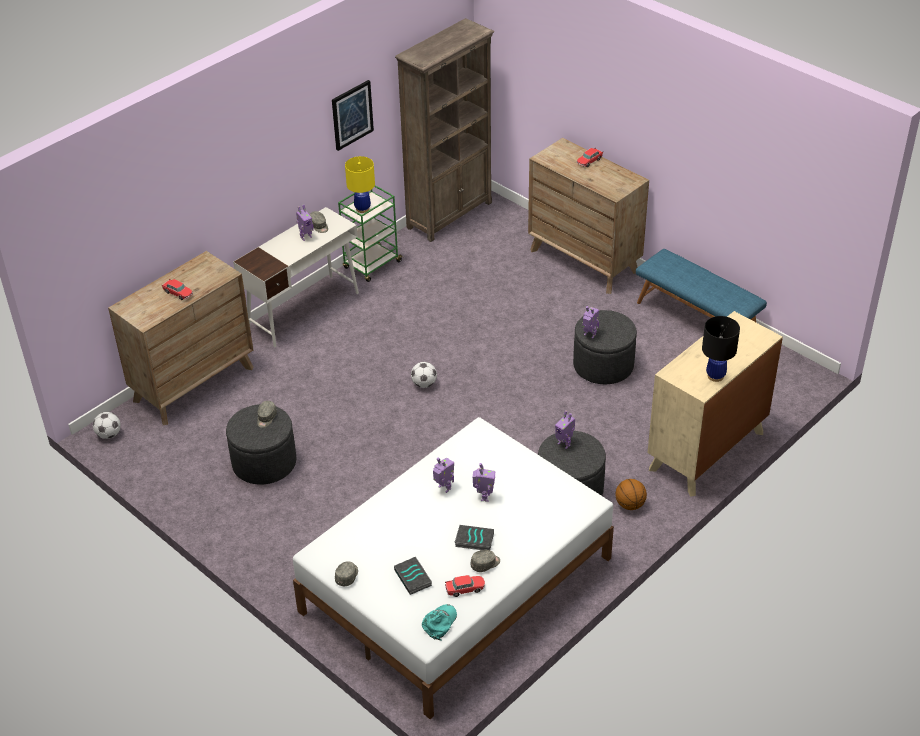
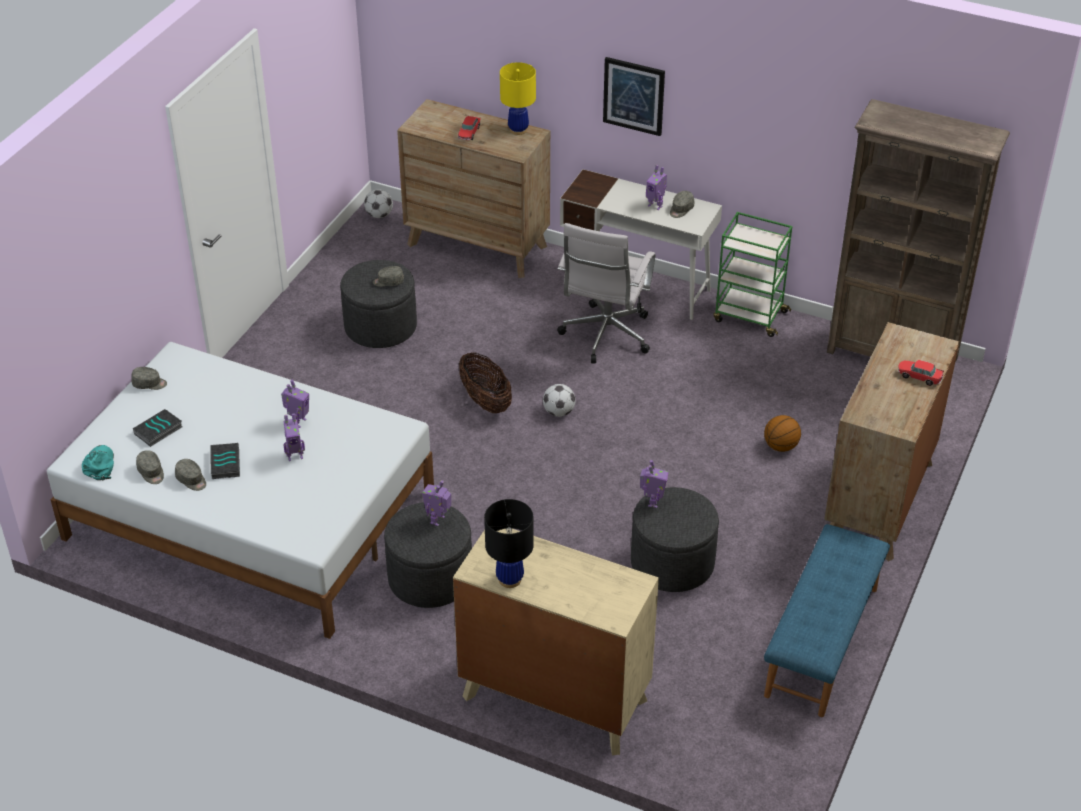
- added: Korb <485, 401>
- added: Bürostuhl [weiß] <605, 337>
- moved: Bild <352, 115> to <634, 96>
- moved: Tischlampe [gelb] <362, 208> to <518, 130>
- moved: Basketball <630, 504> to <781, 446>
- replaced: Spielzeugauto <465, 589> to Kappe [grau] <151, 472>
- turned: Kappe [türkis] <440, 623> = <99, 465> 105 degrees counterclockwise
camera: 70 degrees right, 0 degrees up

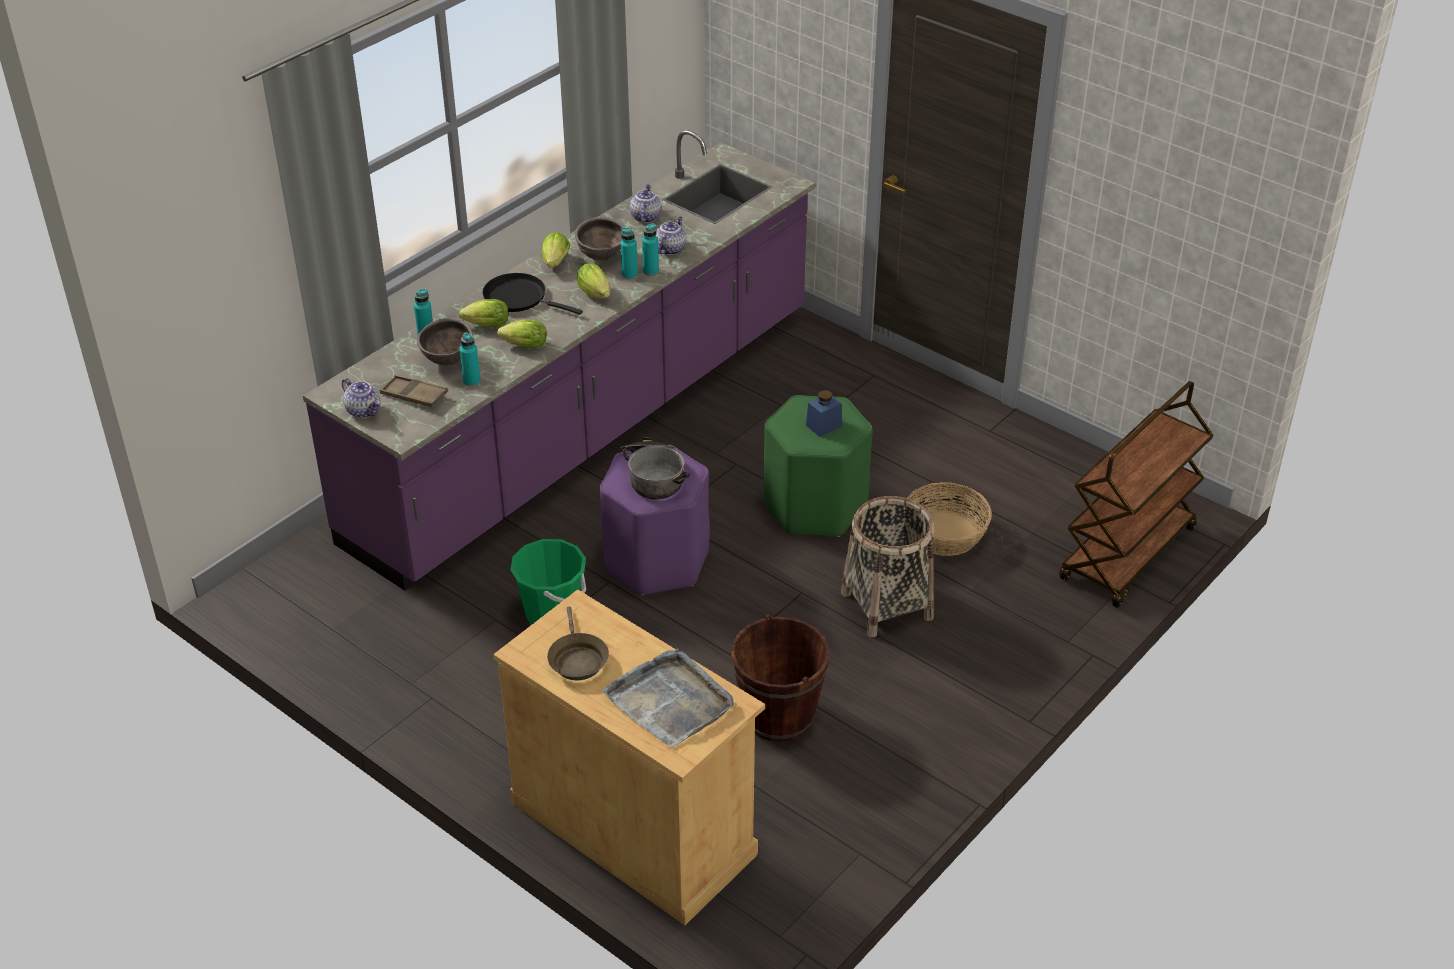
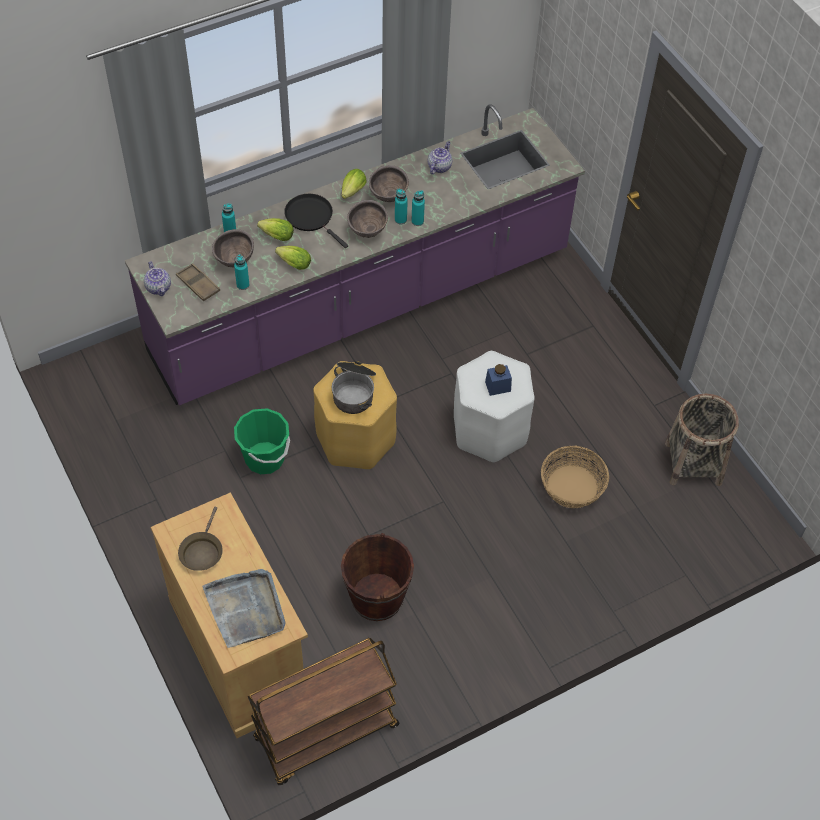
- removed: Teekanne <670, 248>
- moved: Korb <886, 605> to <693, 463>
- moved: Rollwagen [braun] <1128, 555> to <326, 734>
- replaced: Salatkopf <596, 295> to Schüssel [braun] <367, 232>
- recoloured: Hocker [lila] <656, 560> to Hocker [gelb] <355, 438>
- recoloured: Hocker [grün] <814, 506> to Hocker [weiß] <489, 430>
camera: 20 degrees right, 15 degrees up

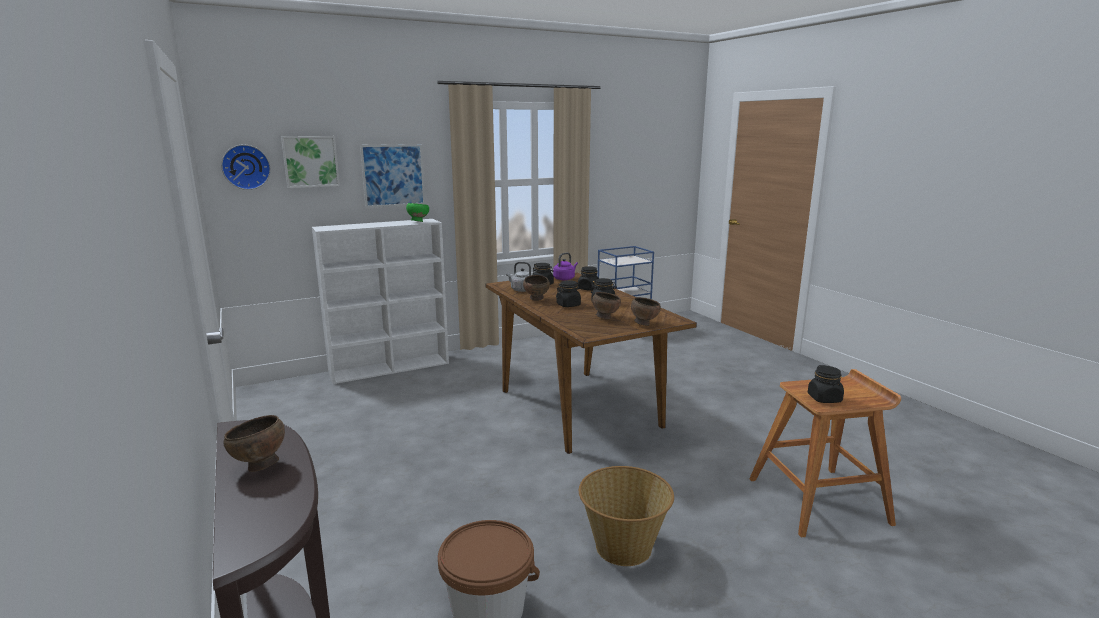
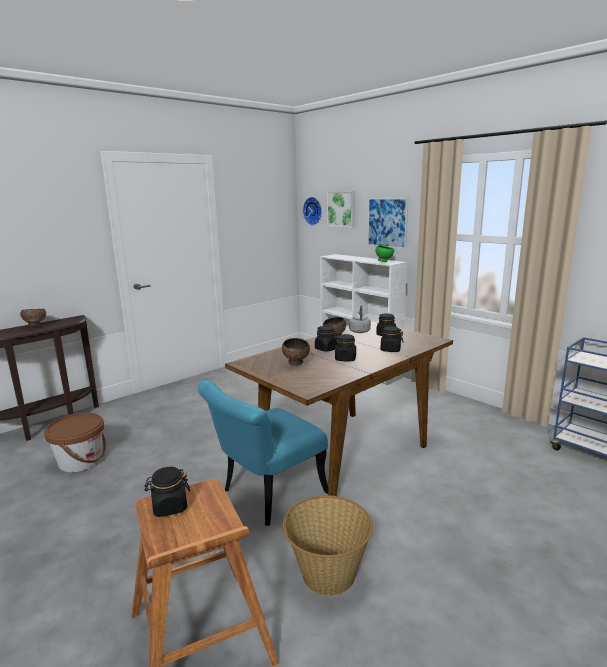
- removed: Wasserkessel [lila] <565, 279>
- removed: Schüssel [braun] <644, 324>
- added: Stuhl [türkis] <266, 496>
- moved: Korb <623, 548> to <327, 574>
camera: 75 degrees right, 0 degrees up

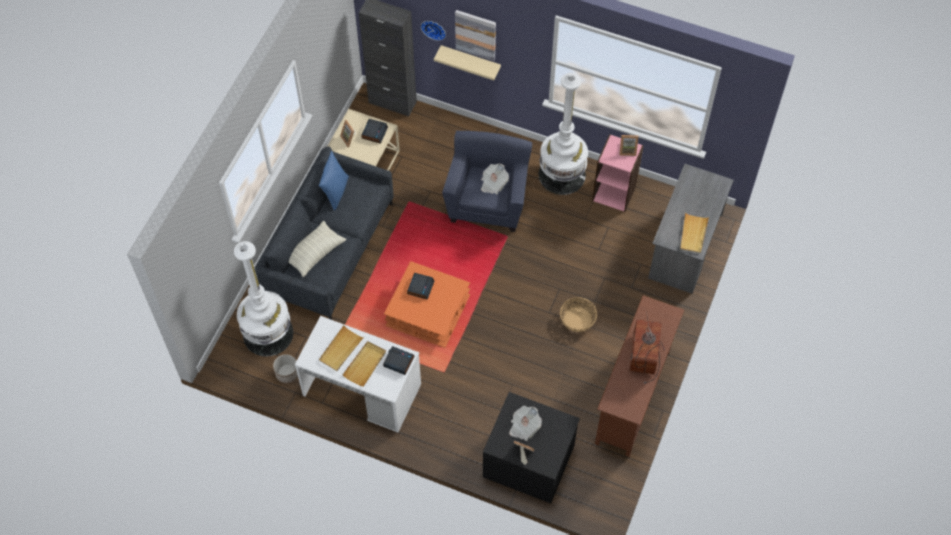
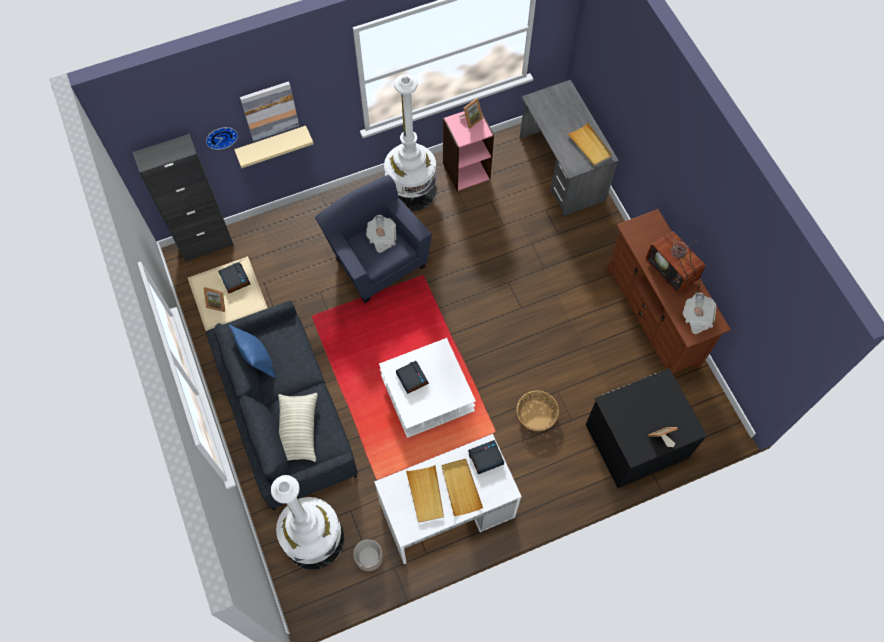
- moved: Zeitung <524, 427> to <697, 318>
- moved: Korb <577, 320> to <536, 415>
- recoloured: Couchtisch [orange] <428, 310> to Couchtisch [weiß] <427, 393>
camera: 45 degrees left, 5 degrees up

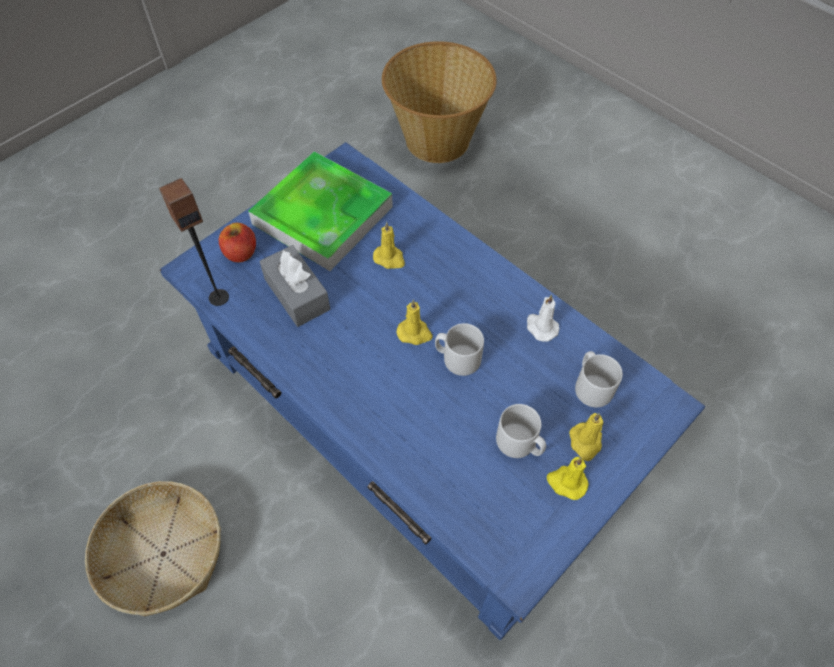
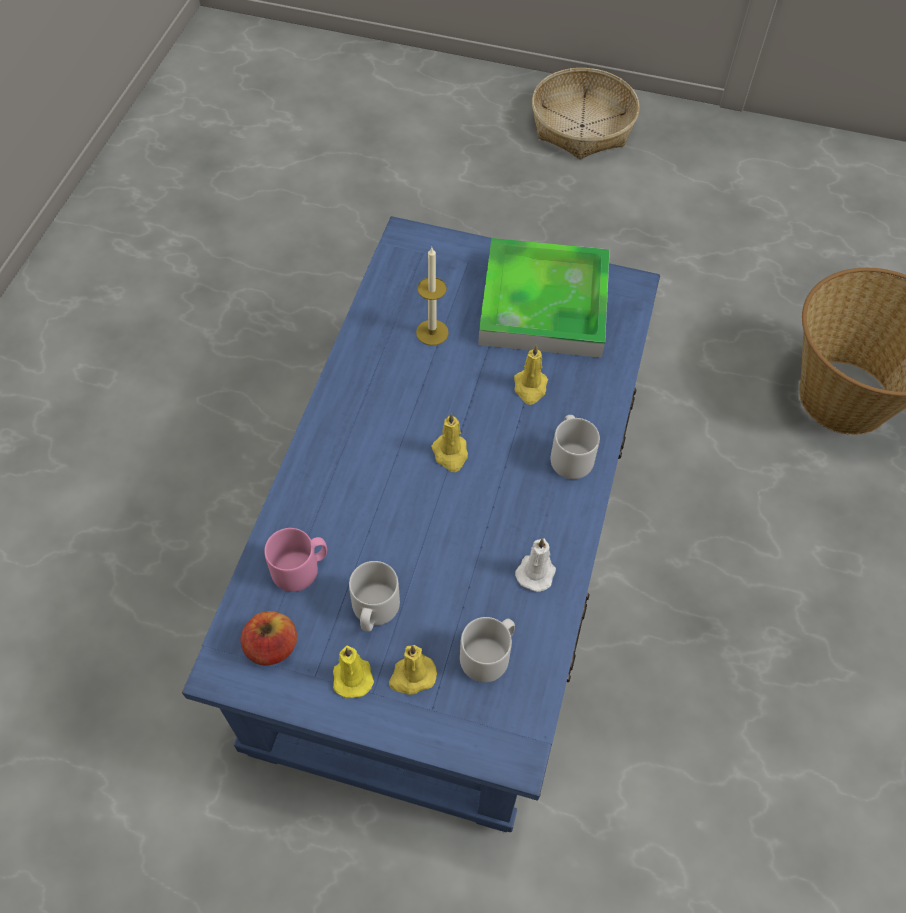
- removed: Lautsprecher <218, 297>
- added: Henkelbecher [rosa] <301, 569>
- moved: Korb <162, 554> to <581, 126>
- moved: Apfel <240, 253> to <272, 647>
- moved: Henkelbecher [grau] <457, 358> to <570, 456>
- replaced: Taschentuchbox [grau] <297, 294> to Kerze <432, 332>
camera: 60 degrees right, 0 degrees up

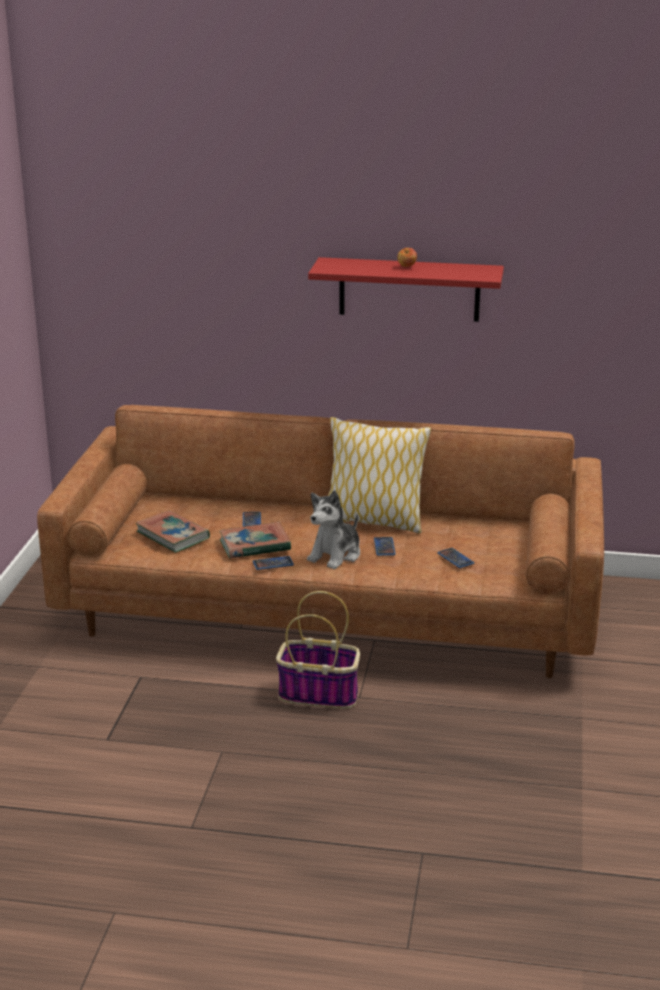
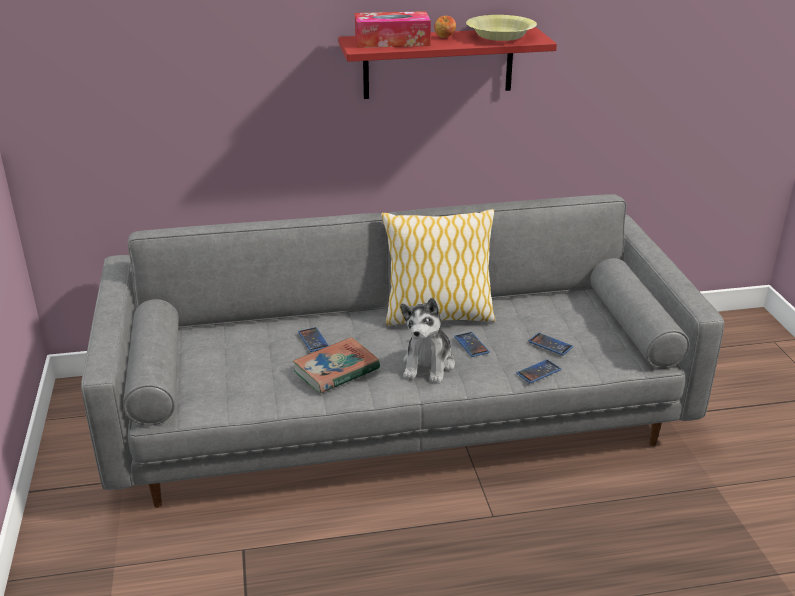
- removed: Buch <172, 535>
- removed: Korb <320, 694>
- added: Taschentuchbox <392, 41>
- added: Schüssel [gelb] <500, 36>
- moved: Handy <273, 563> to <538, 372>
- recoloured: Sofa [braun] <330, 608> to Sofa [grau] <397, 412>
camera: 20 degrees left, 5 degrees up

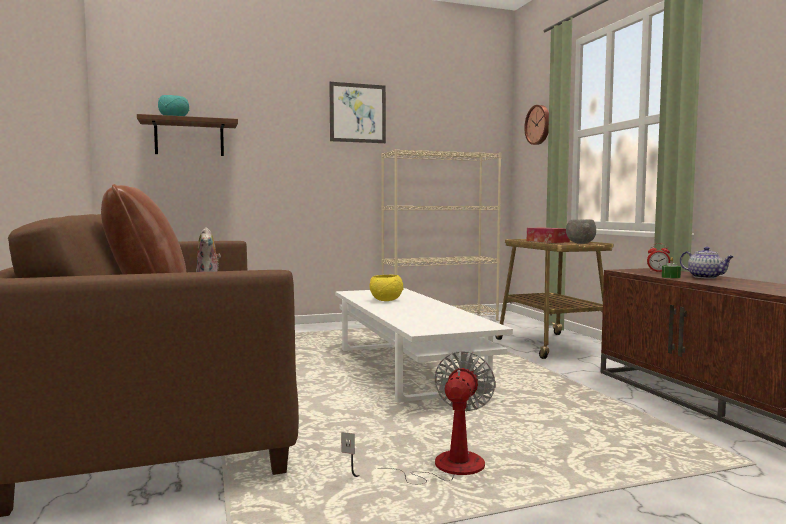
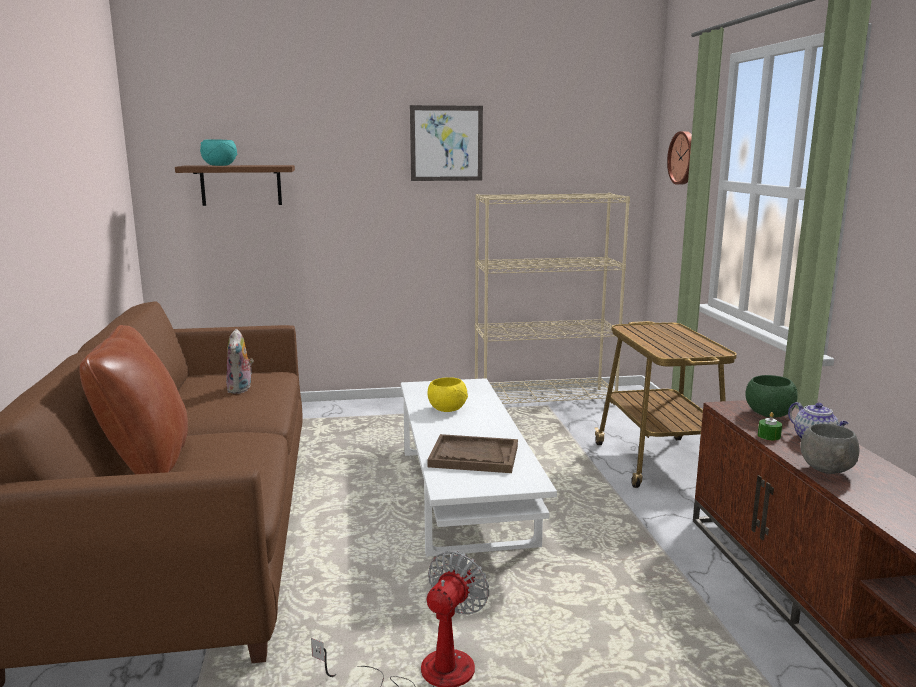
- removed: Taschentuchbox <547, 241>
- added: Tablett [braun] <473, 456>
- moved: Schüssel [grau] <580, 243> to <826, 471>
- replaced: Wecker <658, 271> to Schüssel [grün] <769, 413>
camera: 10 degrees right, 10 degrees up

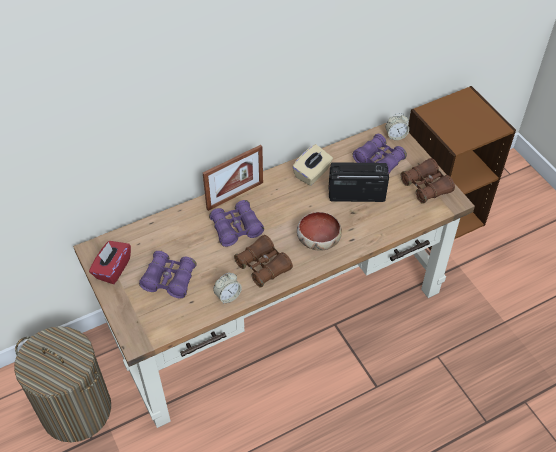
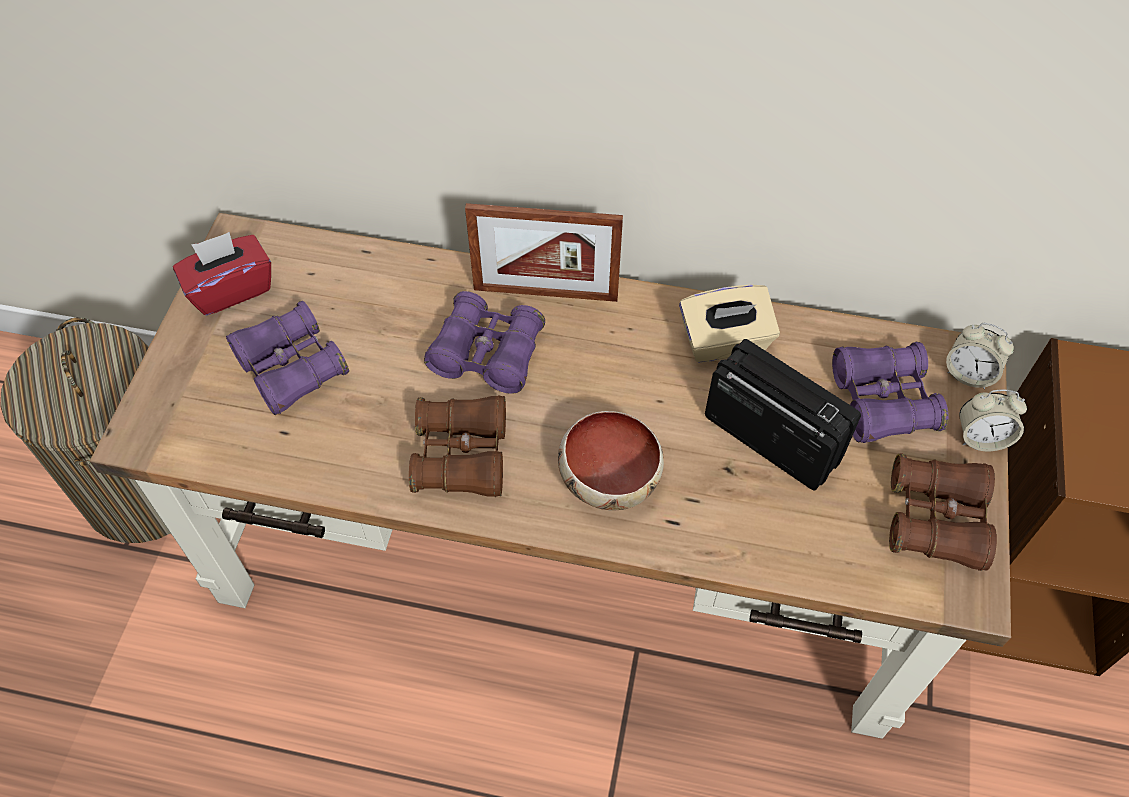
- moved: Wecker <228, 296> to <981, 437>
camera: 40 degrees right, 5 degrees up

